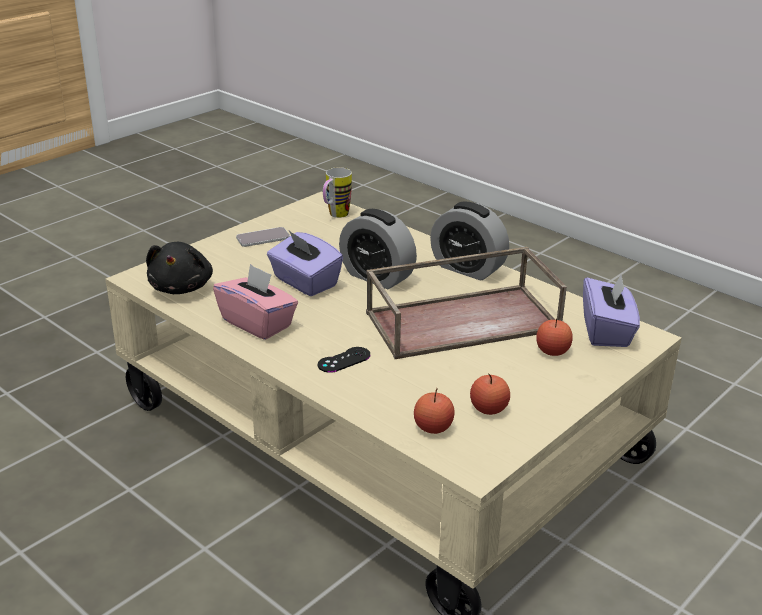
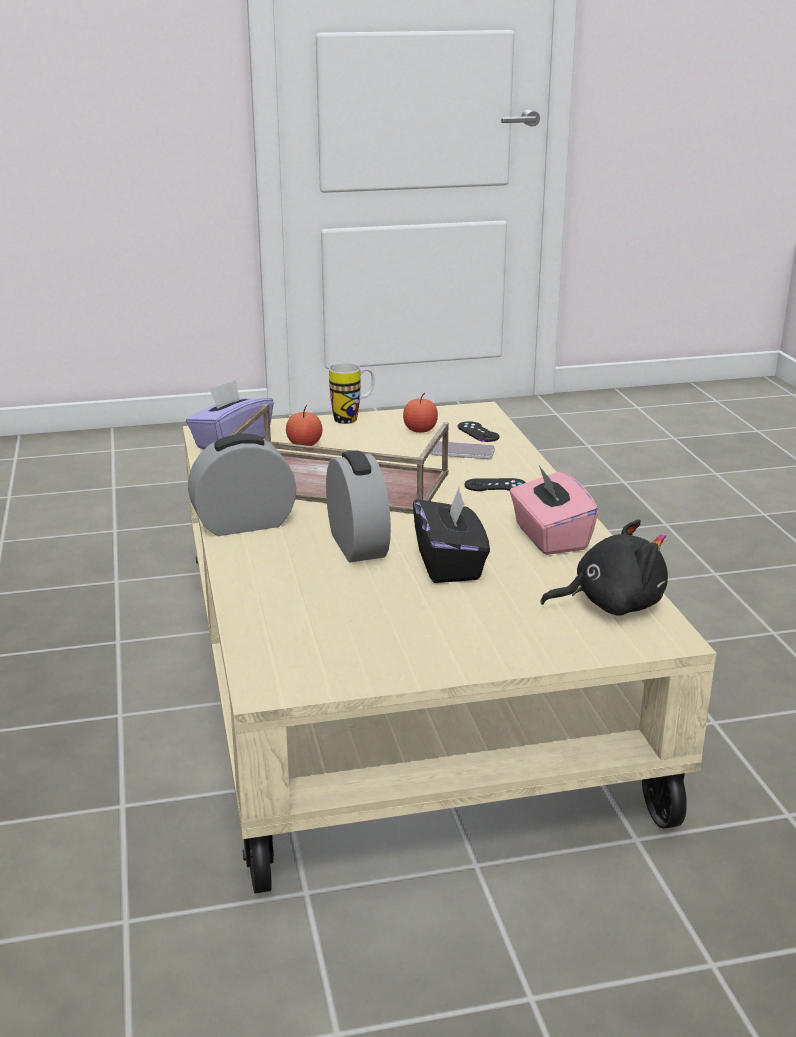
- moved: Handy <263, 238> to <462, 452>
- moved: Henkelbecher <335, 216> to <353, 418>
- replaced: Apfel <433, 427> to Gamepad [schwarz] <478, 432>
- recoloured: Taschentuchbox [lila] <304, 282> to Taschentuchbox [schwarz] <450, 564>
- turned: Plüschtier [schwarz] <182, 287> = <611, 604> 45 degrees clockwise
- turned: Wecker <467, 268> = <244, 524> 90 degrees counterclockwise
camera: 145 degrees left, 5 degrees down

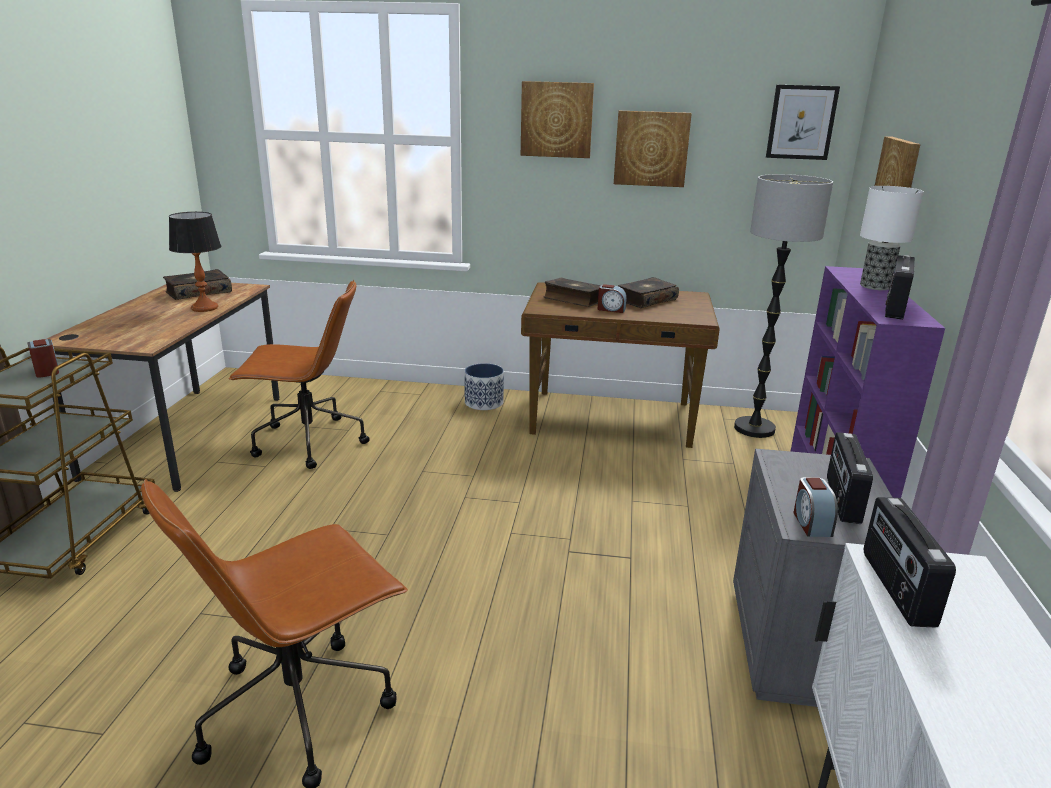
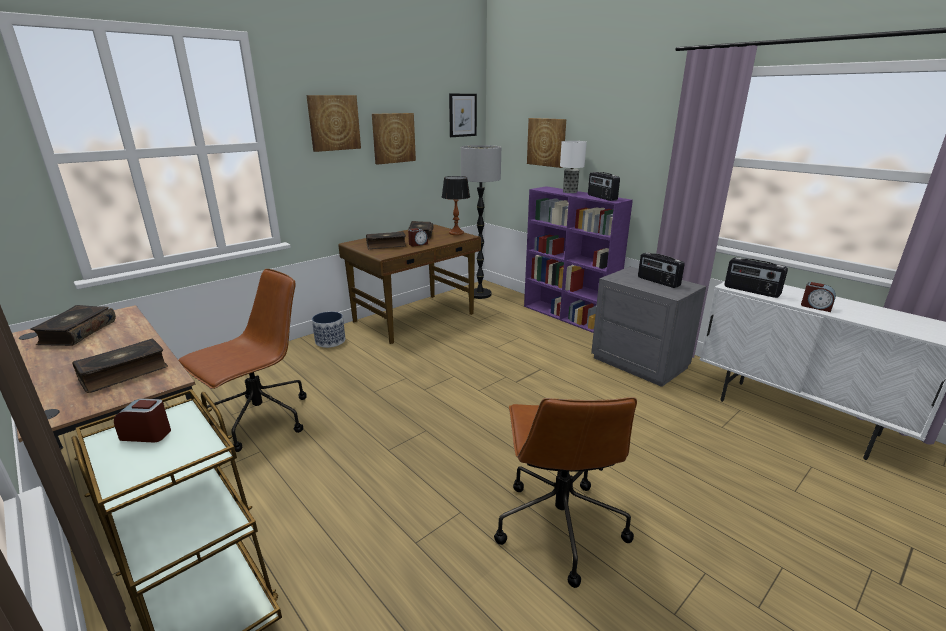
- added: Buch <124, 373>
- moved: Tischlampe <205, 308> to <456, 233>
- moved: Wecker <811, 523> to <816, 307>
camera: 50 degrees left, 0 degrees up

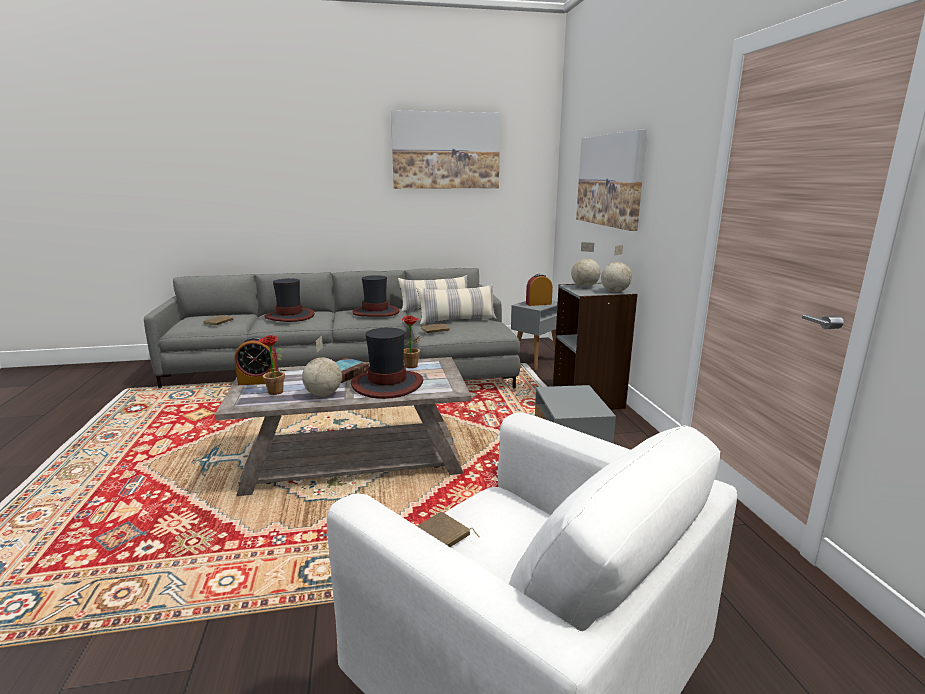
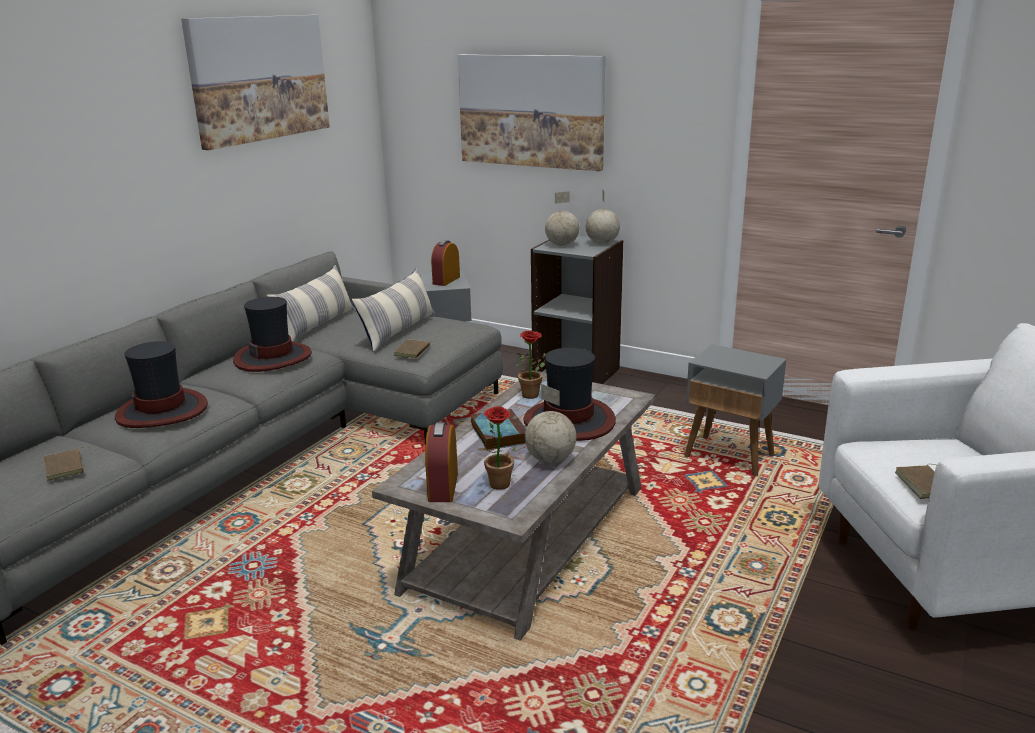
- turned: Wecker <259, 381> = <443, 487> 150 degrees clockwise
camera: 50 degrees left, 5 degrees up

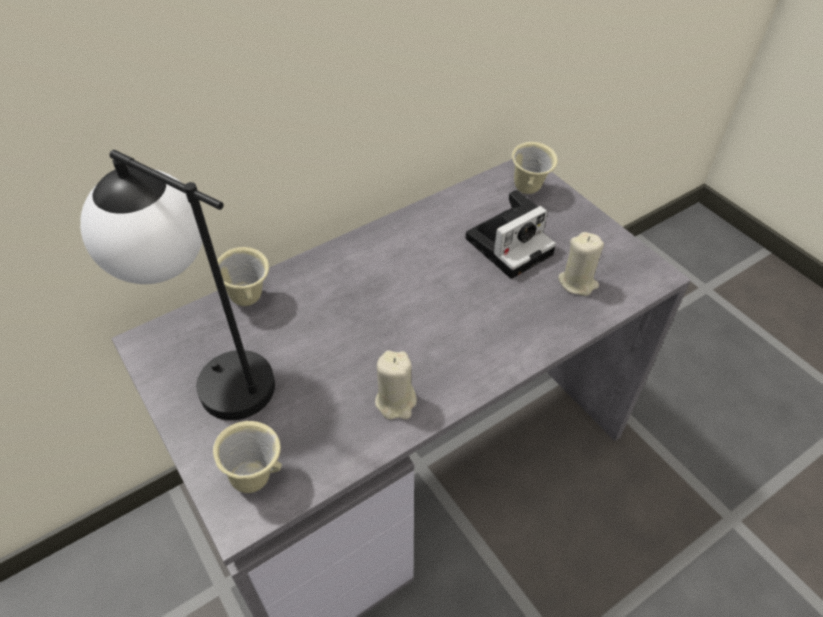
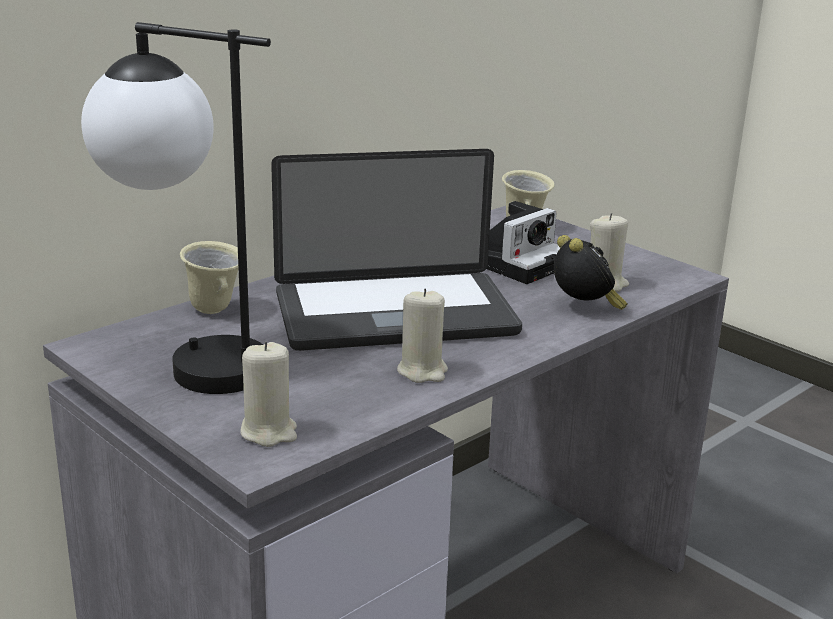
- added: Laptop <395, 315>
- added: Wecker <584, 308>
- replaced: Henkelbecher [beige] <257, 477> to Kerze [beige] <269, 432>
camera: 10 degrees left, 25 degrees down

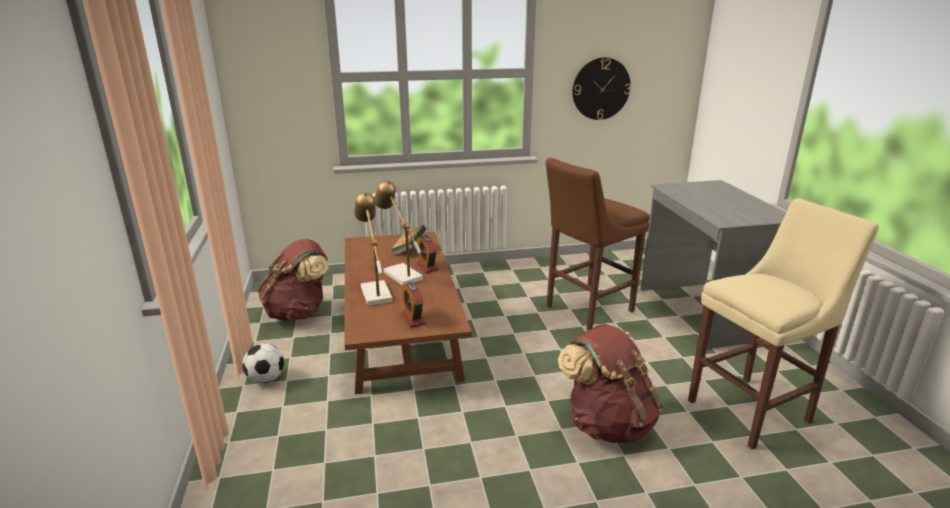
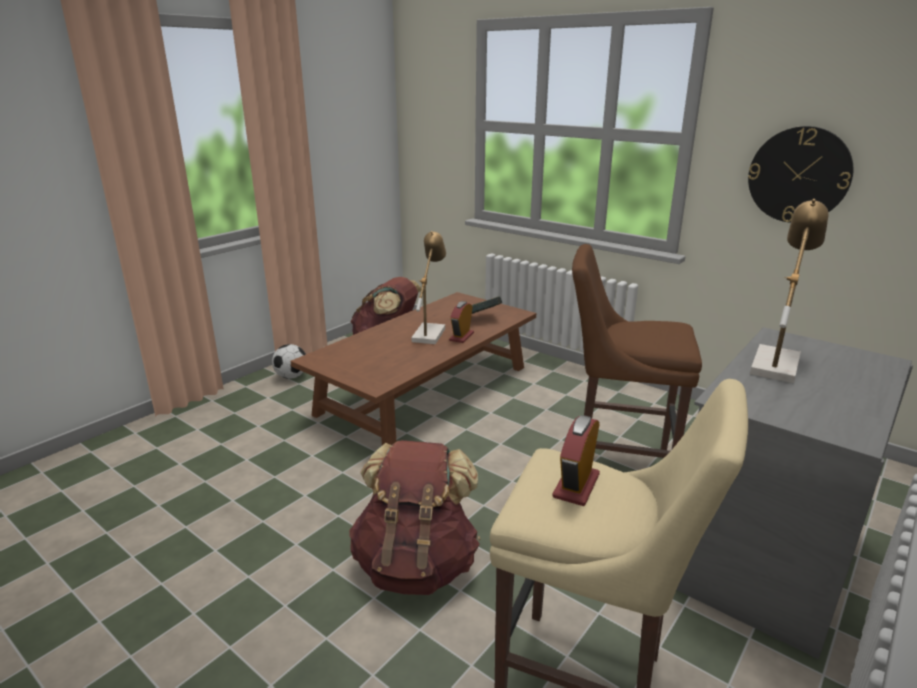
- moved: Tischlampe <374, 292> to <774, 362>
- moved: Wecker <413, 319> to <576, 486>
camera: 50 degrees right, 0 degrees up

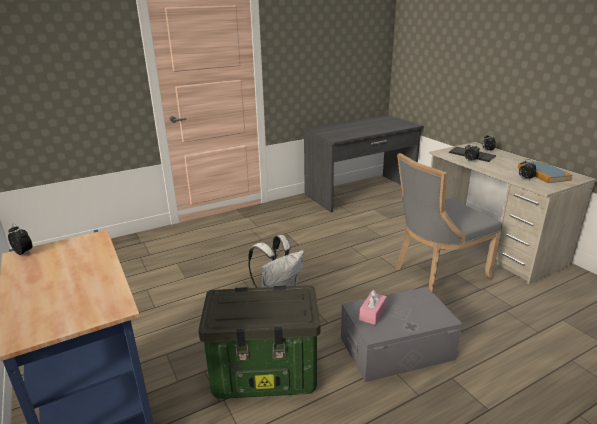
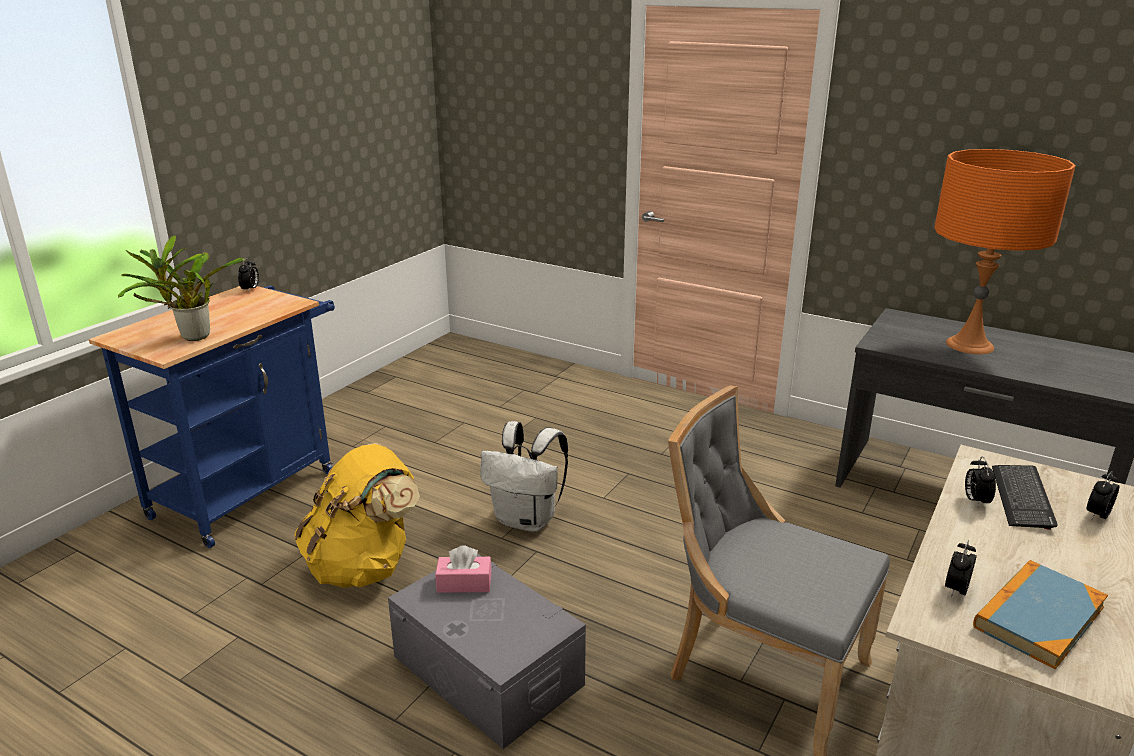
- added: Topfpflanze <191, 337>
- added: Tischlampe [orange] <970, 345>
- replaced: Aufbewahrungsbox <266, 374> to Rucksack [gelb] <363, 566>
camera: 60 degrees right, 0 degrees up

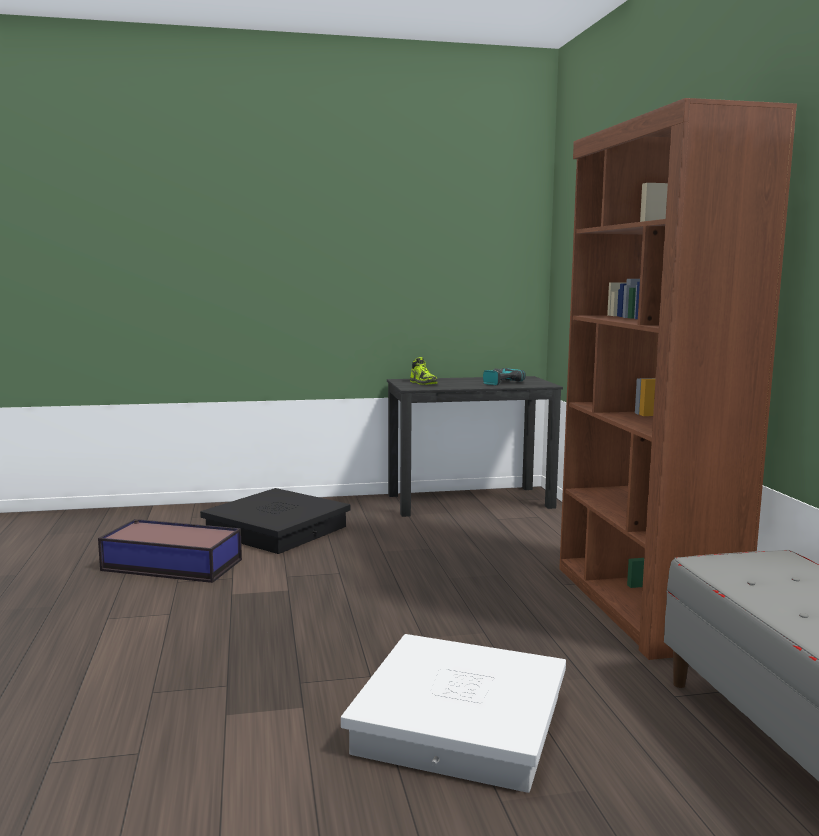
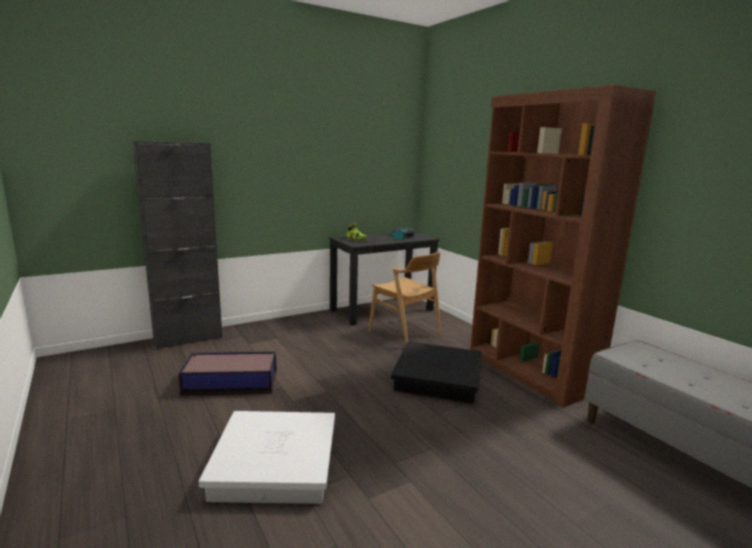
- added: Schrank [schwarz] <188, 338>
- added: Stuhl [braun] <404, 333>
- moved: Aufbewahrungsbox [schwarz] <277, 530> to <438, 378>
- moved: Aufbewahrungsbox [weiß] <459, 723> to <274, 464>
camera: 20 degrees left, 5 degrees up

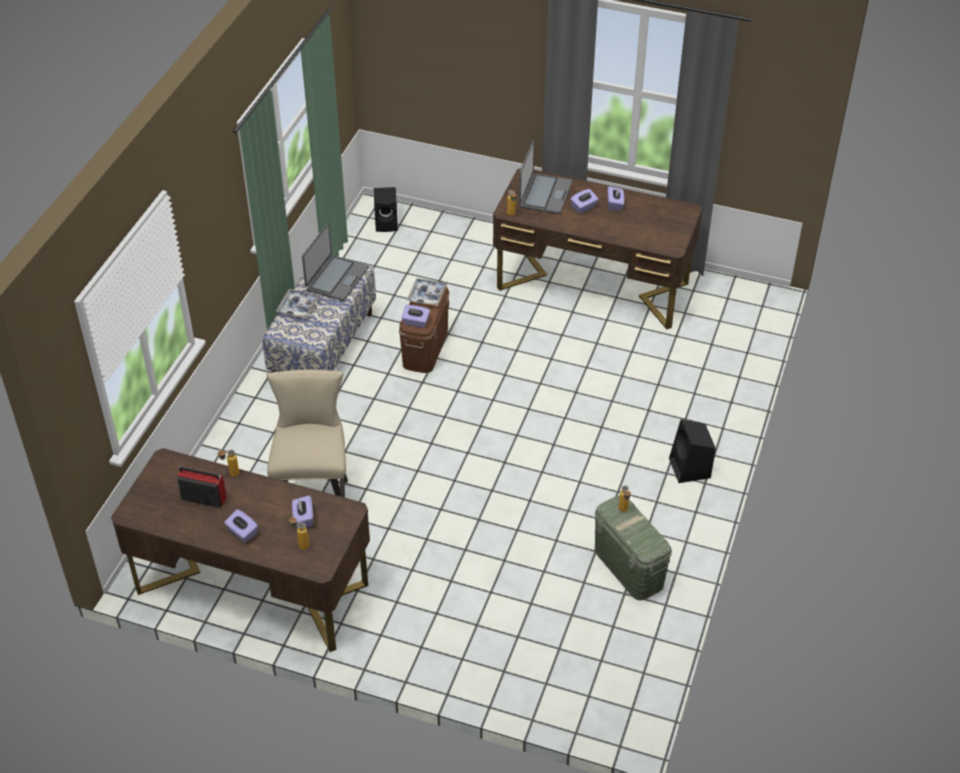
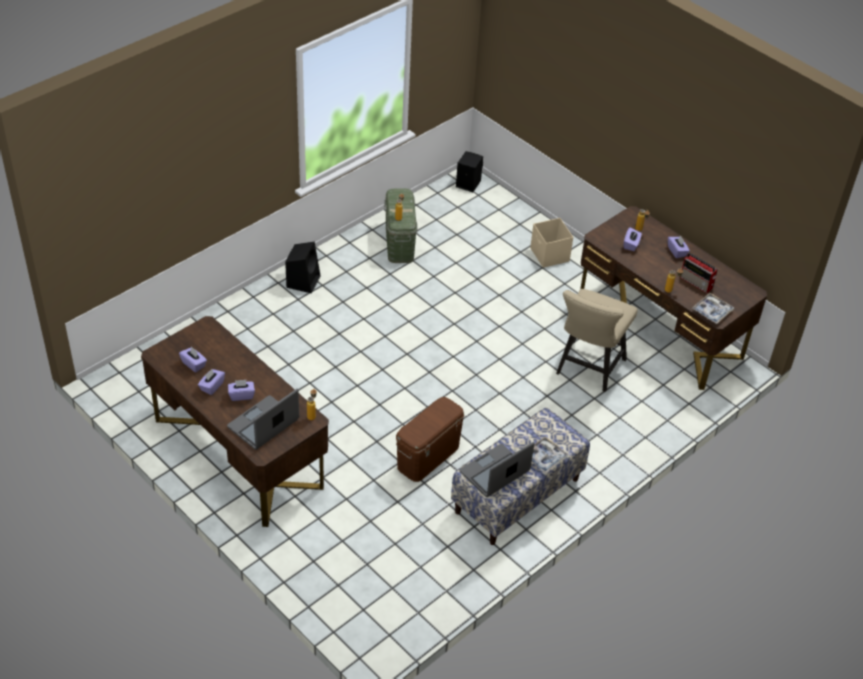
- added: Aufbewahrungsbox [beige] <549, 255>
- moved: Lautsprecher [schwarz] <387, 223> to <467, 183>
- moved: Taschentuchbox [lila] <415, 322> to <194, 364>
- moved: Tablett <427, 295> to <712, 311>
camera: 155 degrees left, 0 degrees up

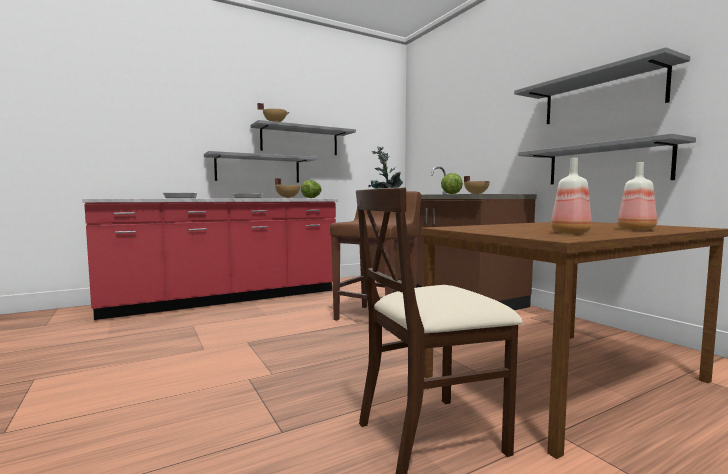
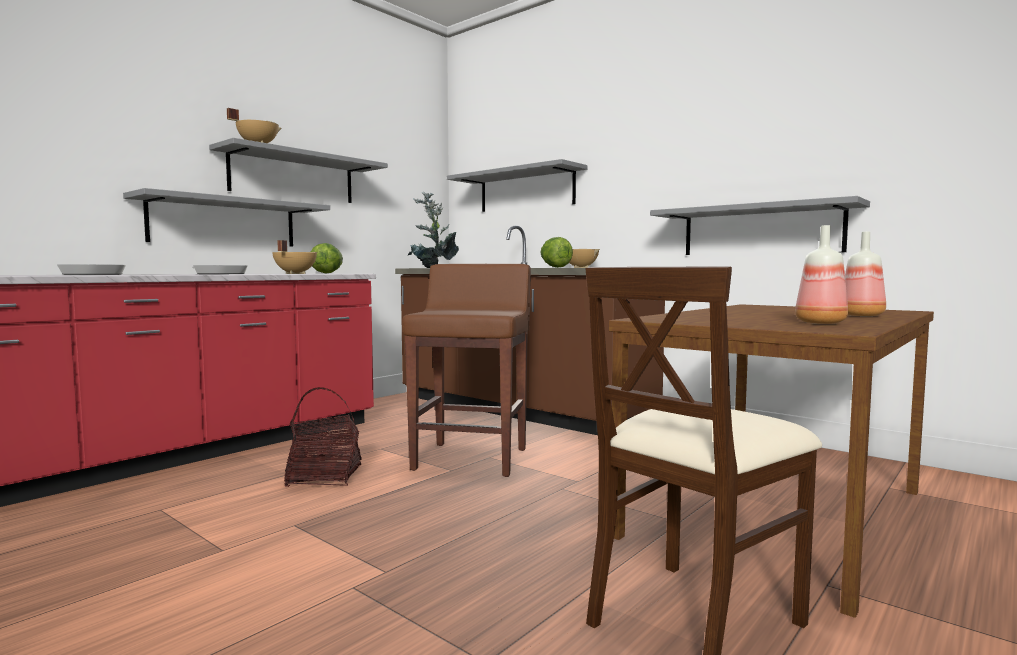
- added: Korb <324, 476>
- moved: Wandregal [grau] <601, 96> to <526, 190>
camera: 20 degrees left, 0 degrees up

